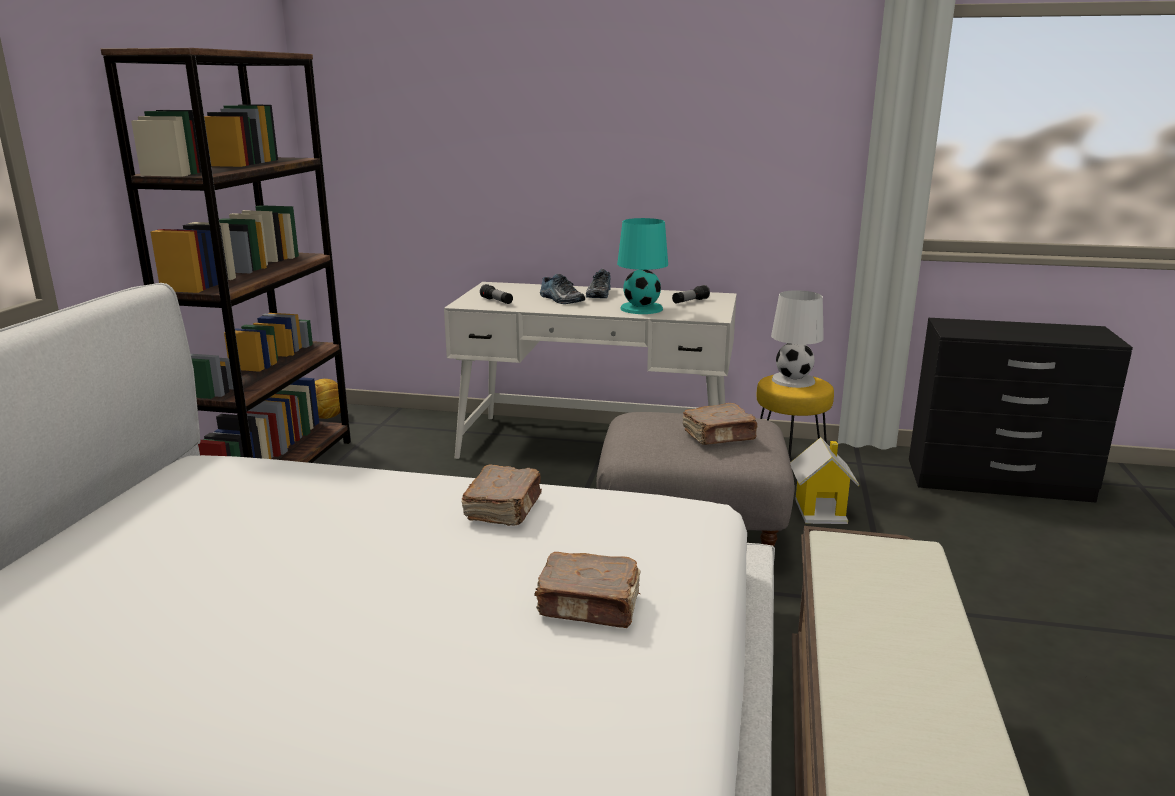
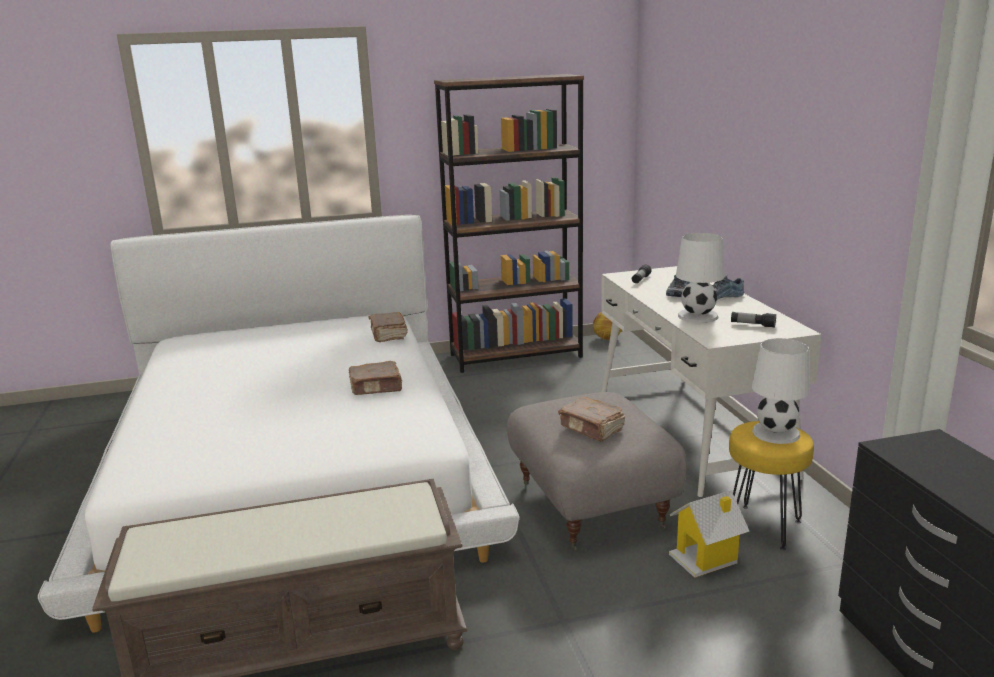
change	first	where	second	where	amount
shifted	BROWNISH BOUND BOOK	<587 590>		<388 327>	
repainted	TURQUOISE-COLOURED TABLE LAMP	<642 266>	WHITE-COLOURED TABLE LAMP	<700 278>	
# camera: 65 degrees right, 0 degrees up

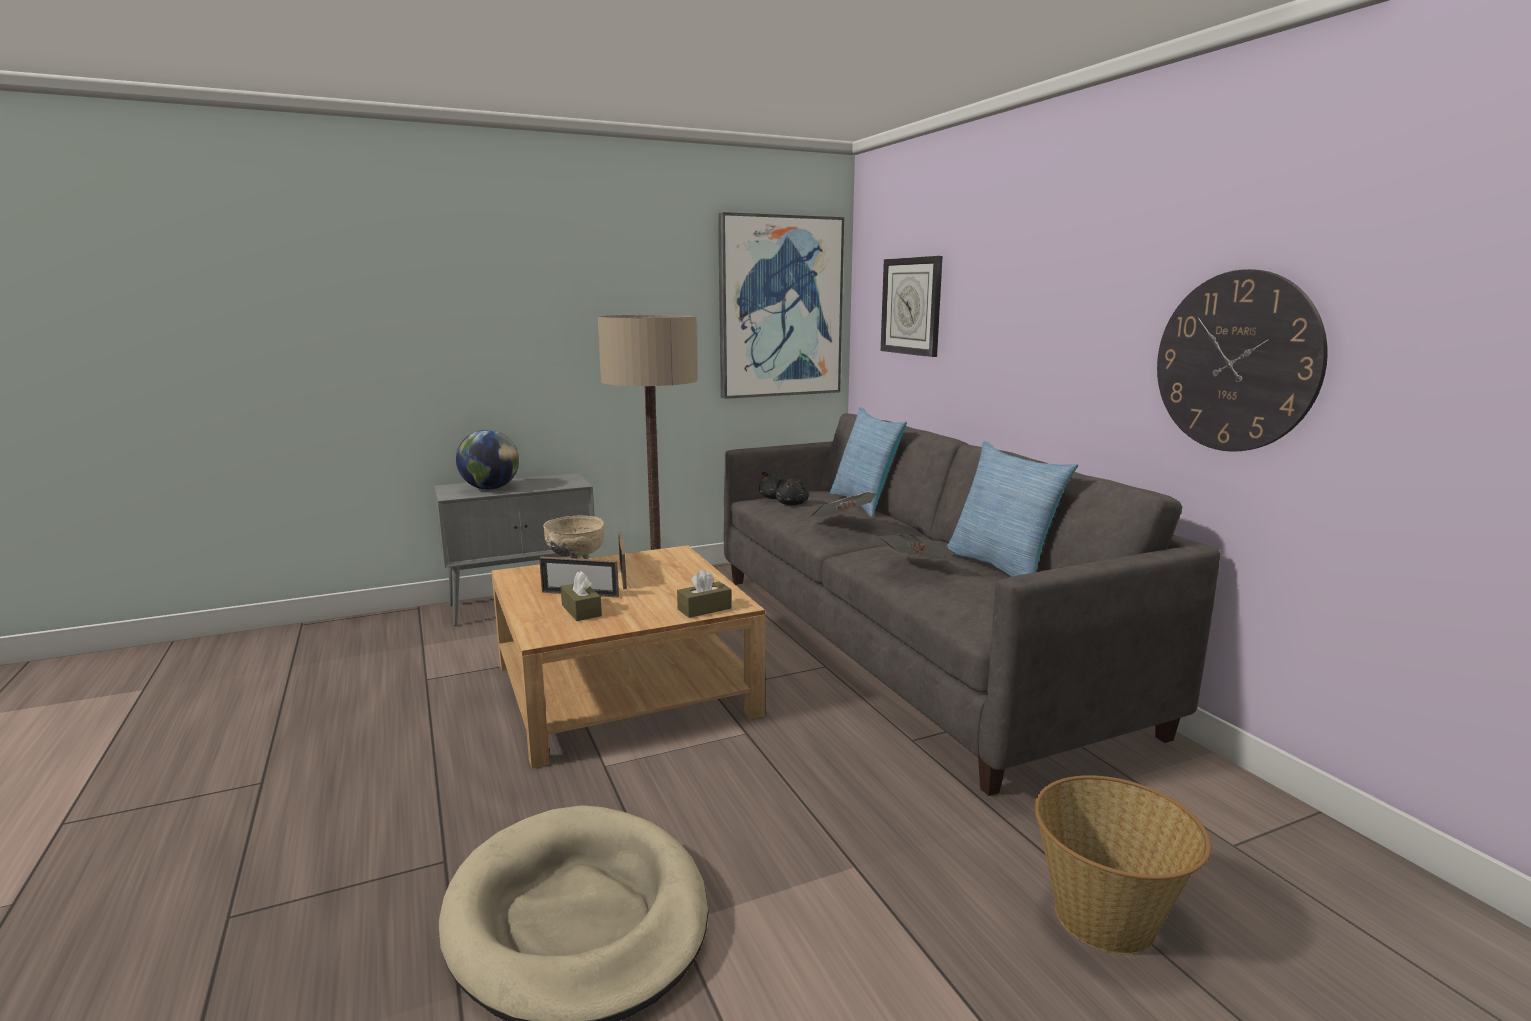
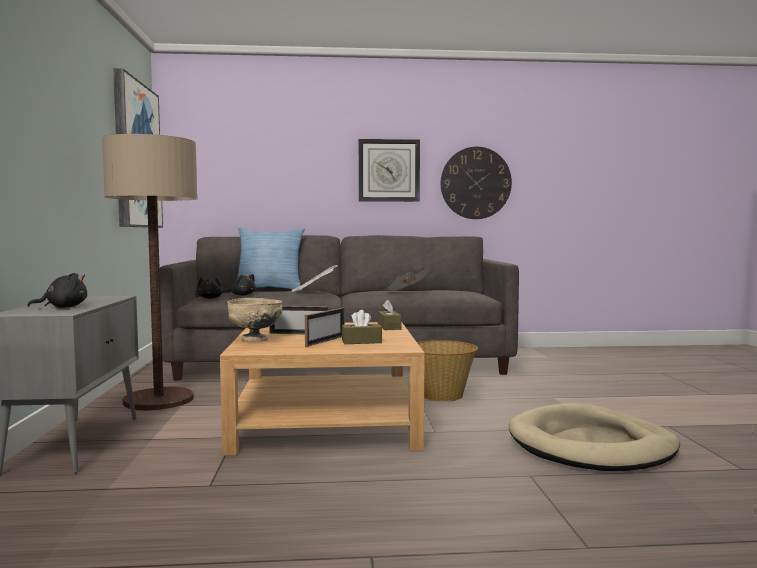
change	first	where	second	where	amount
swapped	GLOBE	<487 460>	BLACKISH SOFT TOY	<57 290>	
shifted	CLOCK ON THE WALL	<912 306>		<389 170>	
shifted	BASKET	<1122 864>		<447 371>	
gone	CUSHION	<1012 509>			
# camera: 70 degrees left, 10 degrees down

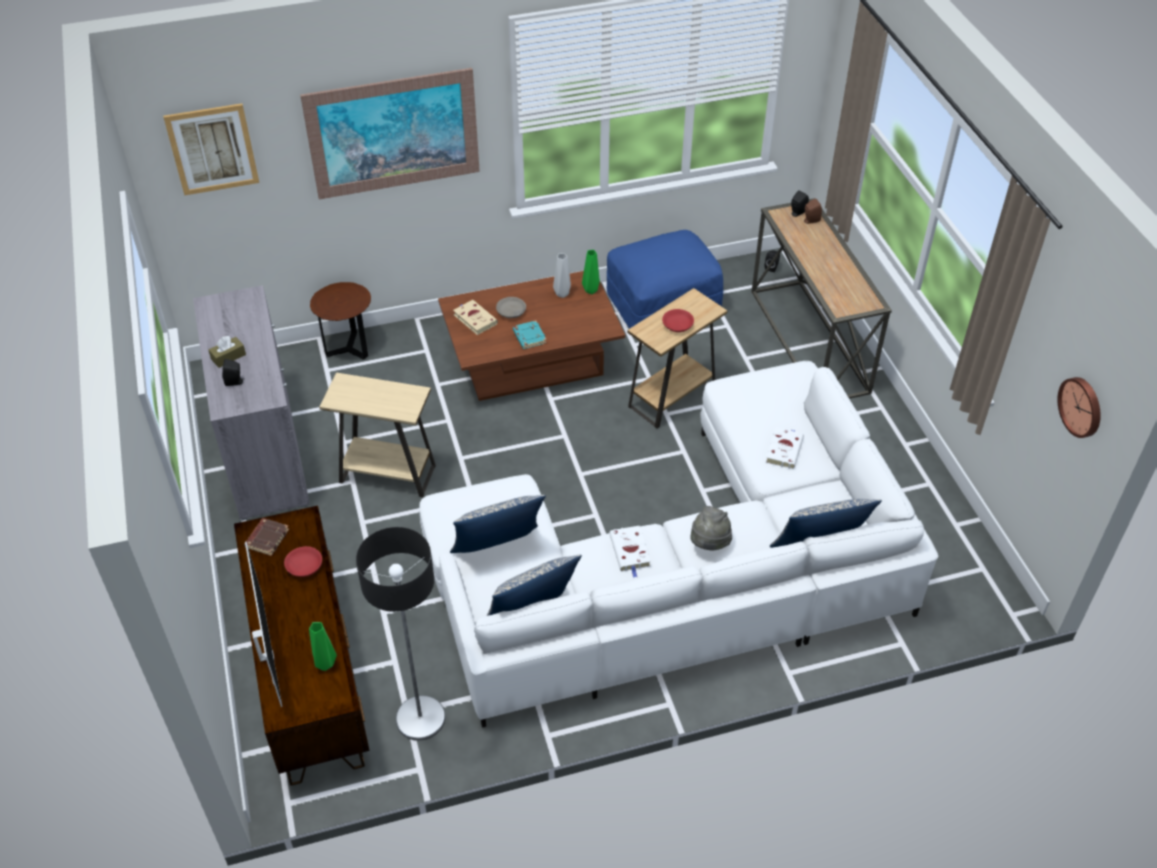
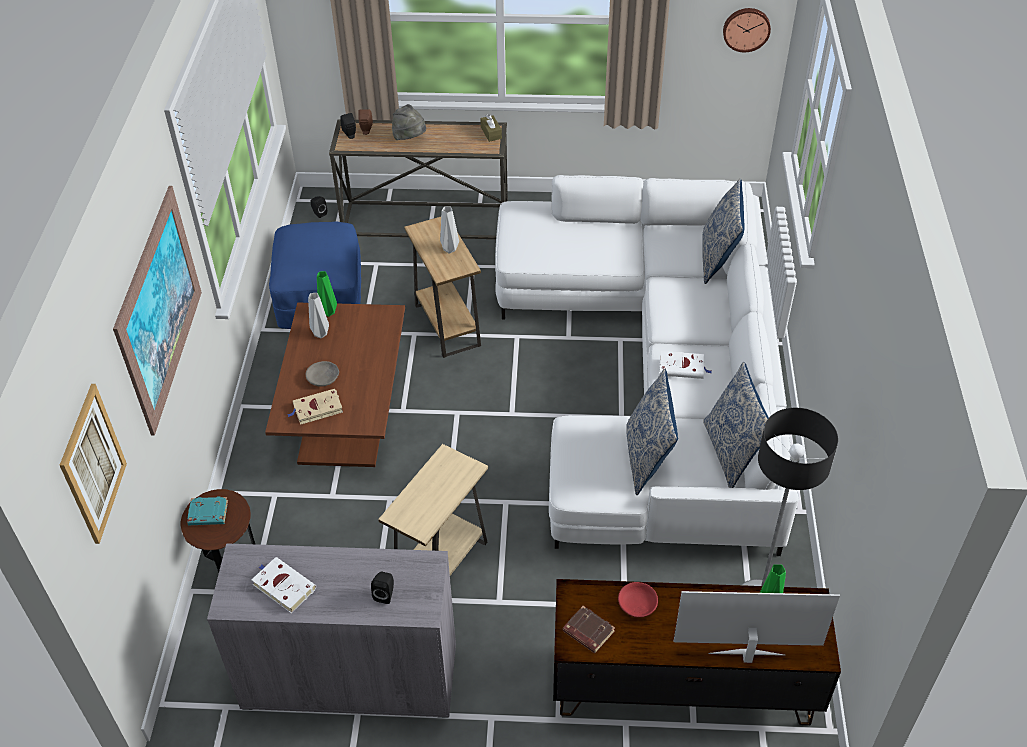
change	first	where	second	where	amount
shifted	TURQUOISE-COLOURED BOUND BOOK	<530 334>		<207 511>	
shifted	WHITE-COLOURED BOUND BOOK	<785 448>		<283 585>	
shifted	GRAY CLOTHING HAT	<711 528>		<409 122>	
swapped	RED BOWL	<678 320>	GRAY FLOWER VASE	<449 229>	
shifted	BROWNISH BOX OF TISSUES	<227 352>		<491 128>	
# camera: 70 degrees left, 0 degrees up

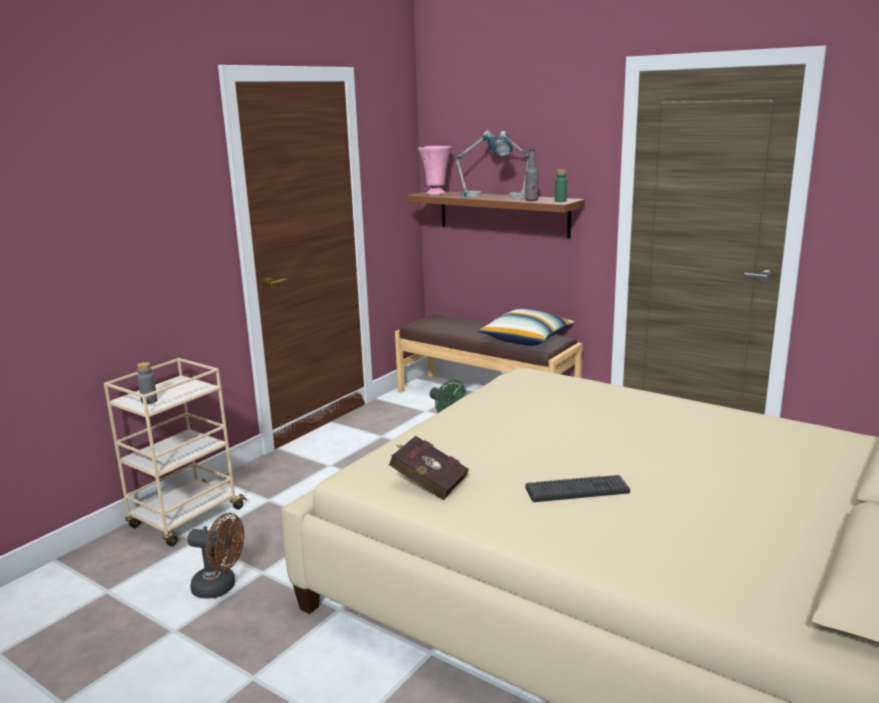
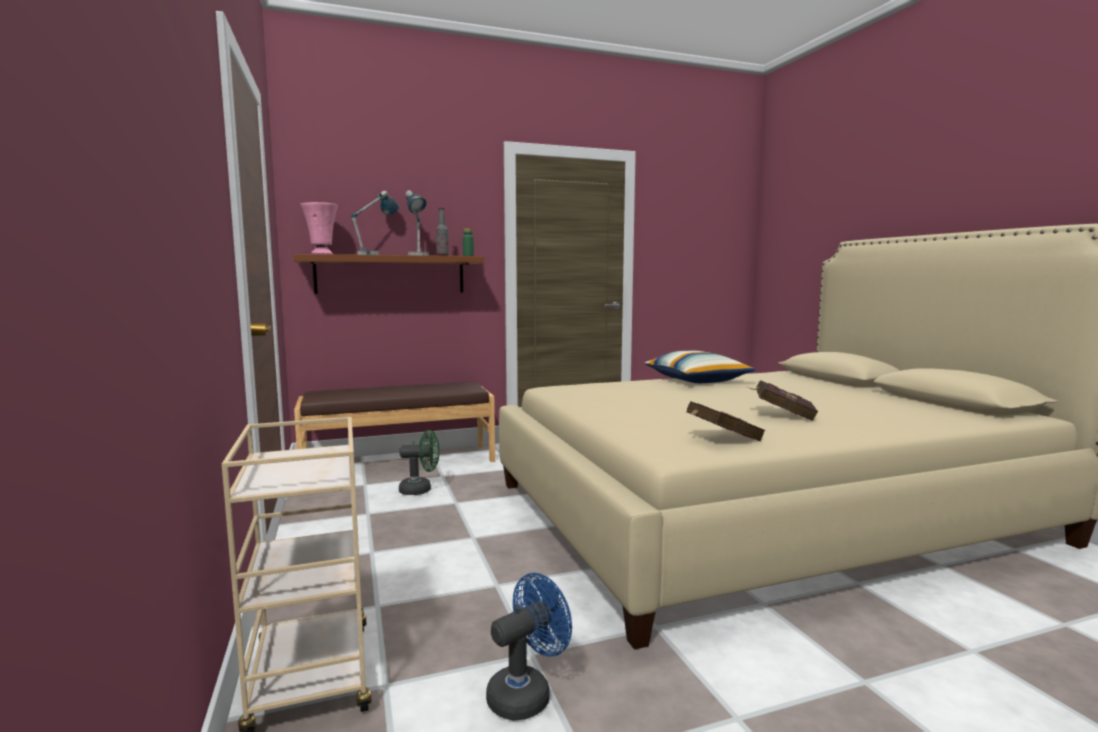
change	first	where	second	where	amount
repainted	BROWNISH FAN	<215 556>	BLUE-COLOURED FAN	<529 647>	
shifted	CUSHION	<526 327>		<700 367>	
swapped	KEYBOARD	<578 488>	RED BOUND BOOK	<783 400>	
gone	GRAY BEVERAGE BOTTLE	<147 383>			
# camera: 55 degrees left, 10 degrees down

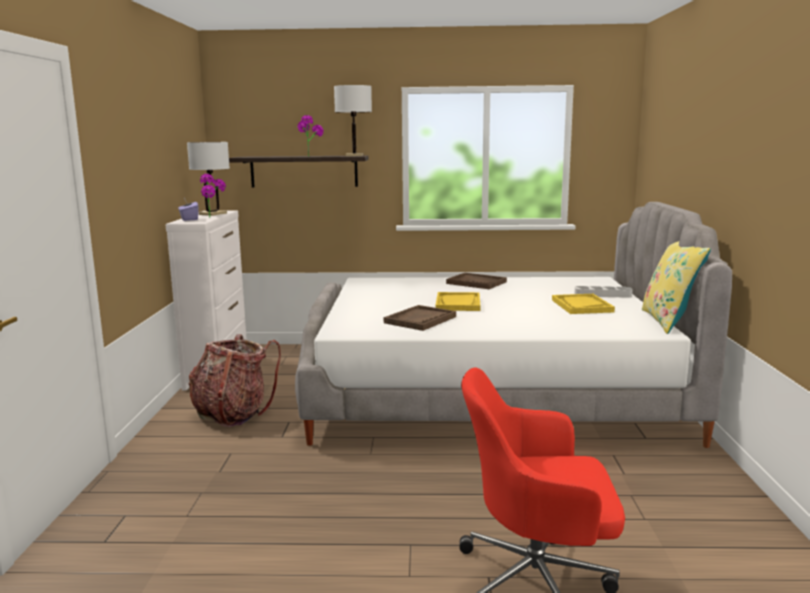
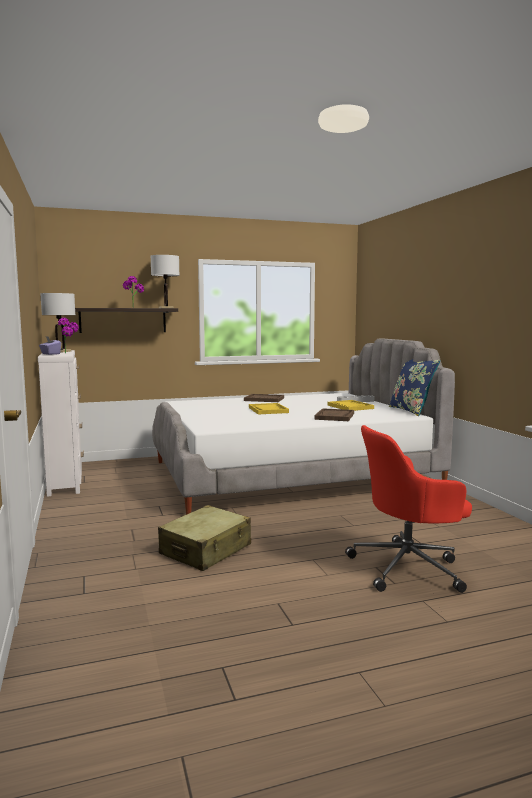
change	first	where	second	where	amount
new			BEIGE SUITCASE	<204 538>	
shifted	BROWNISH TRAY	<420 318>		<334 414>	
repainted	YELLOWISH CUSHION	<676 287>	BLUE-COLOURED CUSHION	<414 387>	
gone	BACKPACK	<234 380>			
# camera: 20 degrees left, 5 degrees down

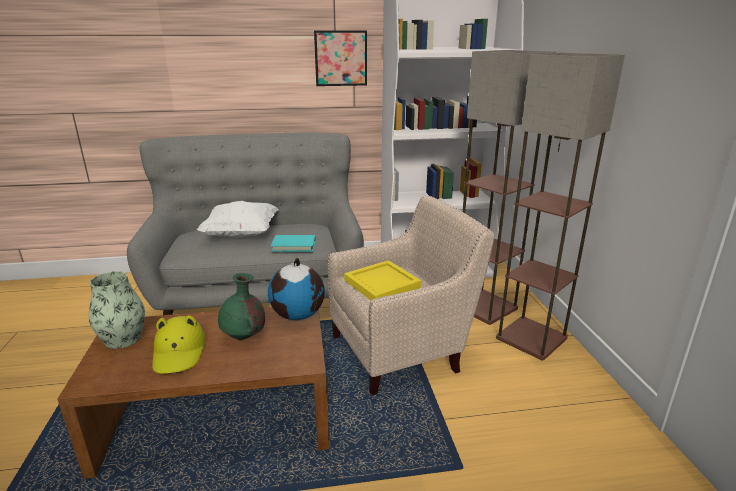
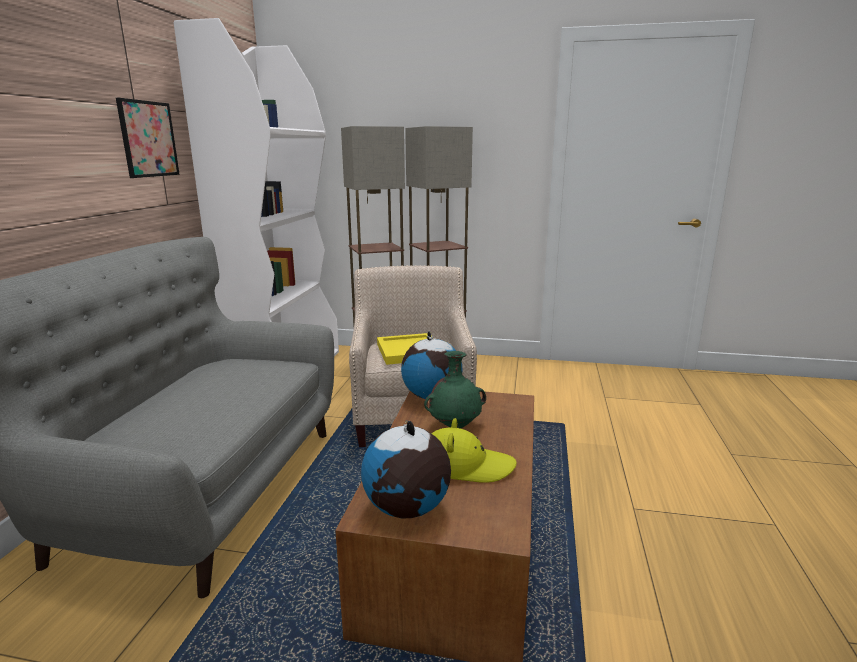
change	first	where	second	where	amount
swapped	FLOWER VASE	<117 310>	GLOBE	<406 469>	
gone	WHITE-COLOURED CUSHION	<237 219>			
gone	TURQUOISE-COLOURED BOUND BOOK	<293 243>			
# camera: 70 degrees left, 5 degrees down

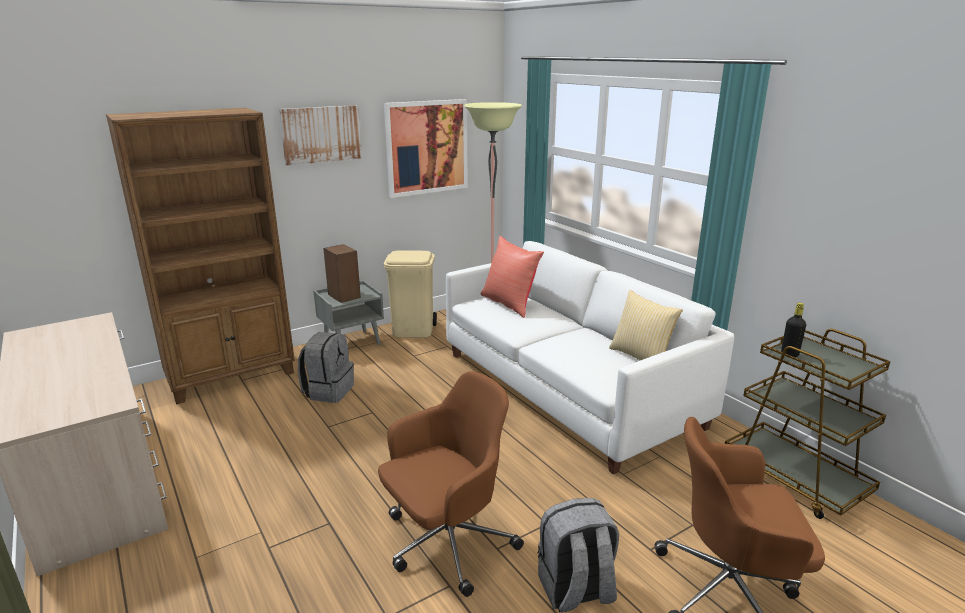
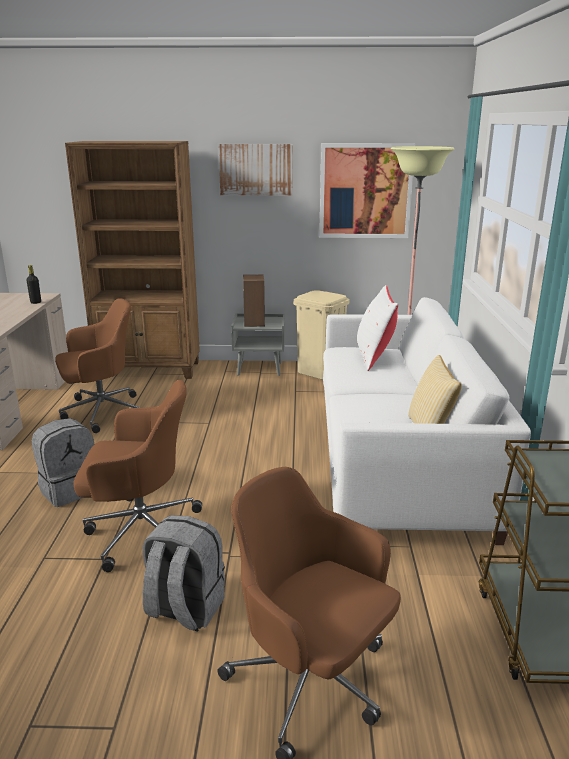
change	first	where	second	where	amount
shifted	BLACKISH BEVERAGE BOTTLE	<793 330>		<33 284>	
shifted	GRAY BACKPACK	<326 367>		<63 462>	
new			BROWNISH COMPUTER CHAIR	<97 365>	
repainted	RED CUSHION	<512 277>	WHITE-COLOURED CUSHION	<377 328>	
# camera: 35 degrees right, 0 degrees up

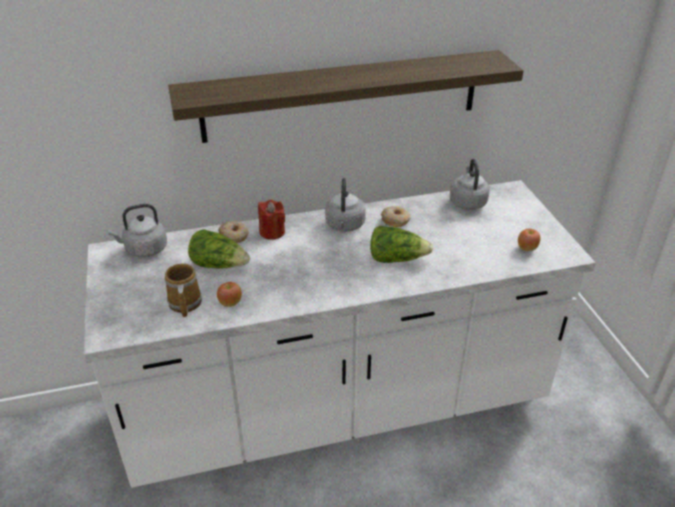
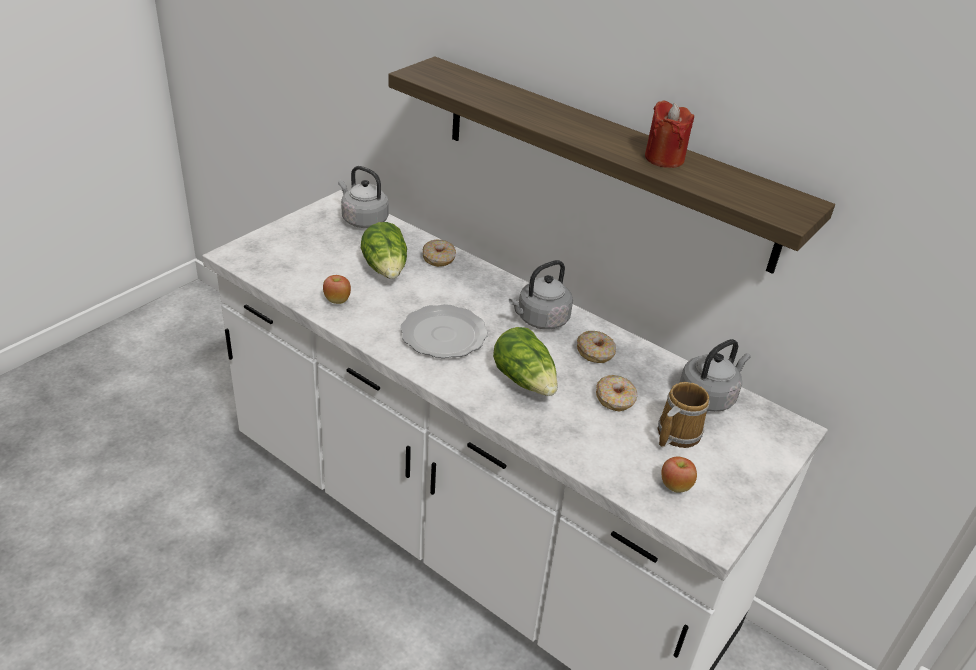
change	first	where	second	where	amount
new			FLAT DISH	<444 331>	
new			RING DOUGHNUT	<617 393>	
shifted	RED CANDLE	<271 219>		<669 134>	
shifted	COFFEE MUG	<183 290>		<683 415>	
# camera: 50 degrees right, 0 degrees up

